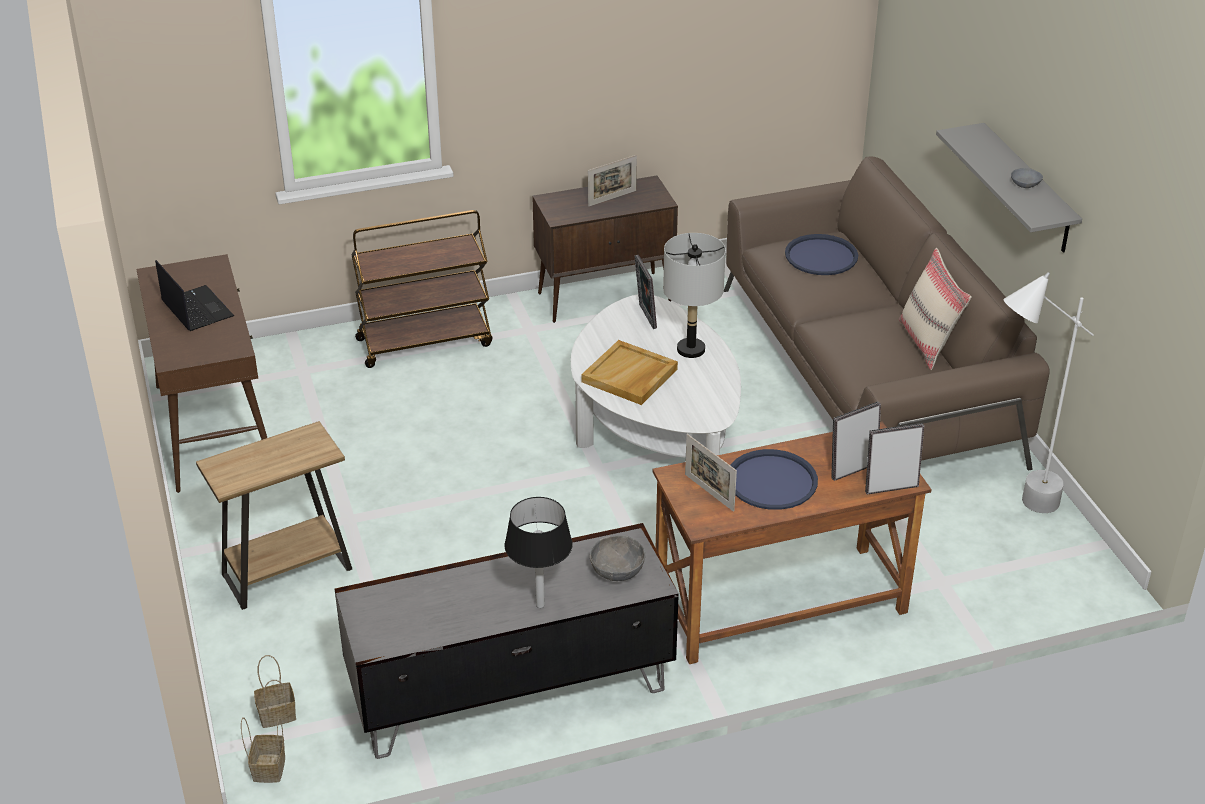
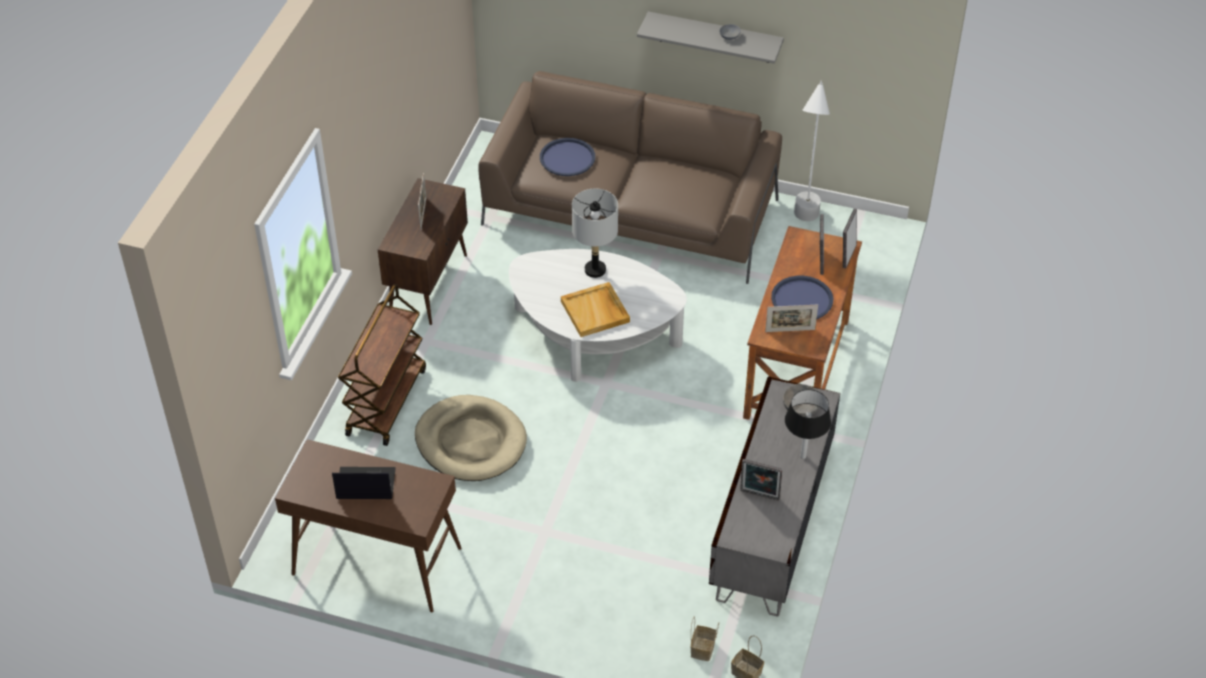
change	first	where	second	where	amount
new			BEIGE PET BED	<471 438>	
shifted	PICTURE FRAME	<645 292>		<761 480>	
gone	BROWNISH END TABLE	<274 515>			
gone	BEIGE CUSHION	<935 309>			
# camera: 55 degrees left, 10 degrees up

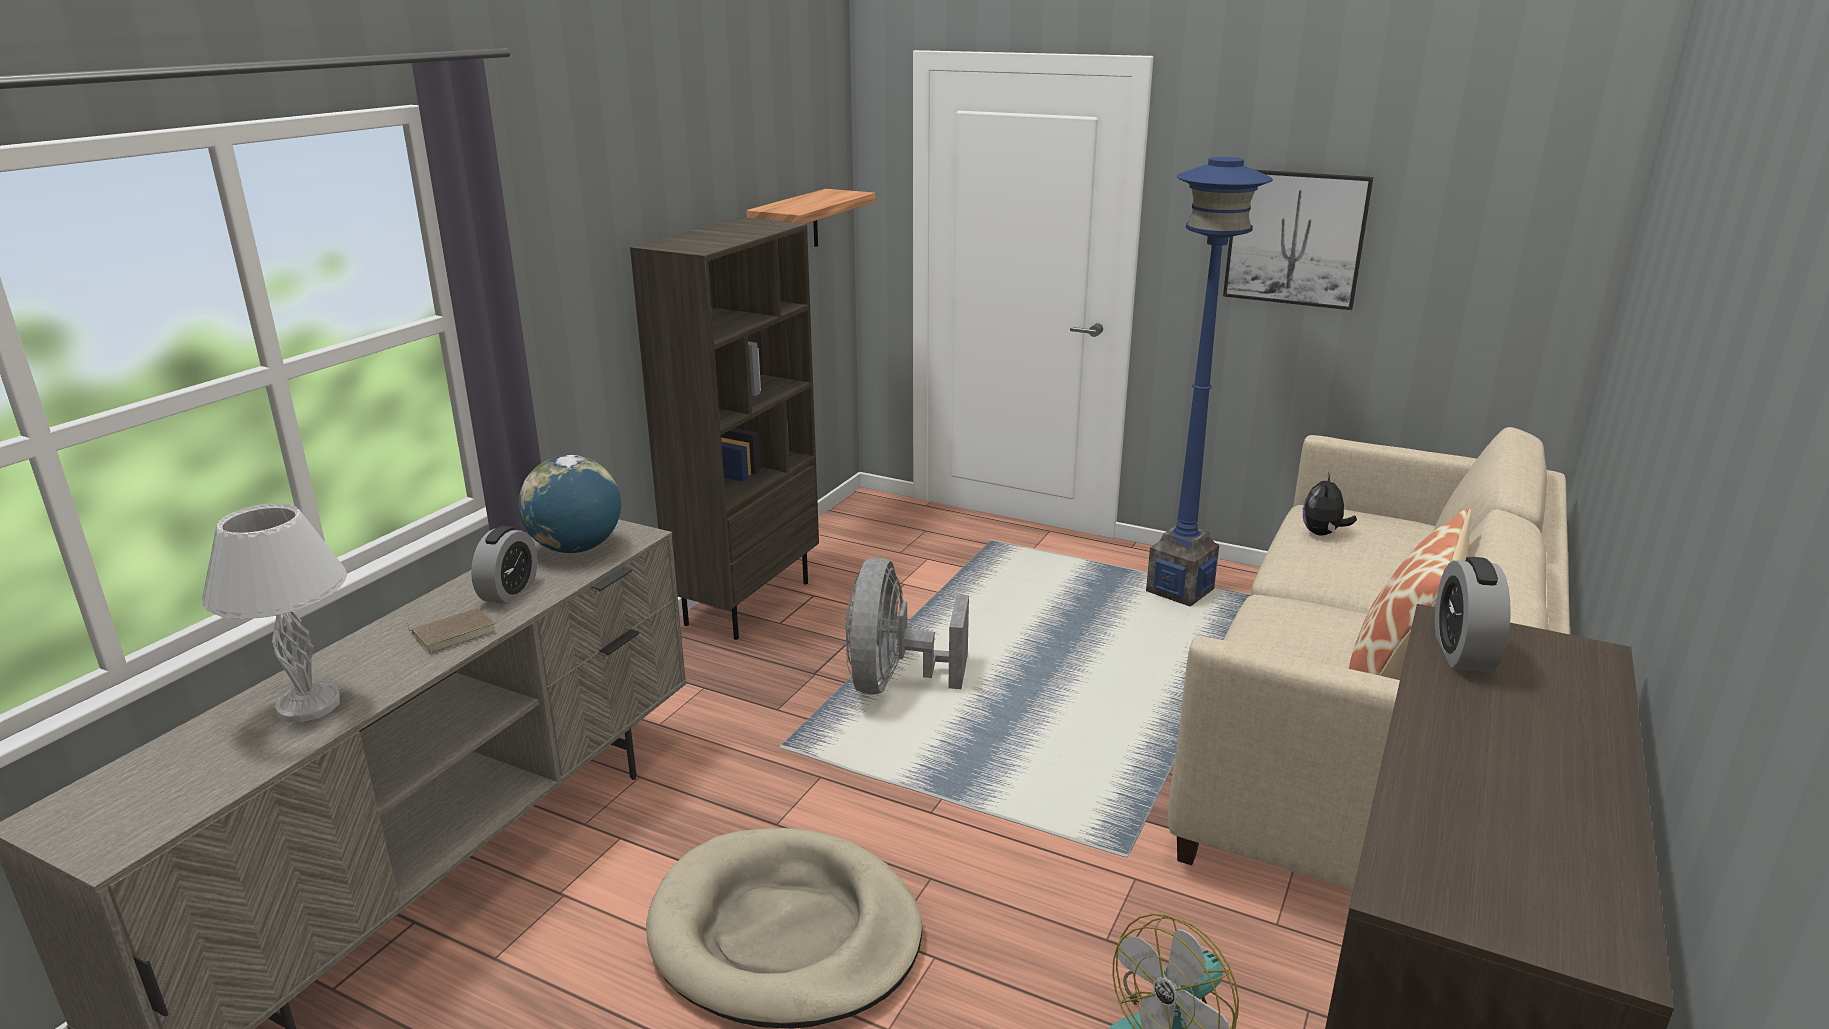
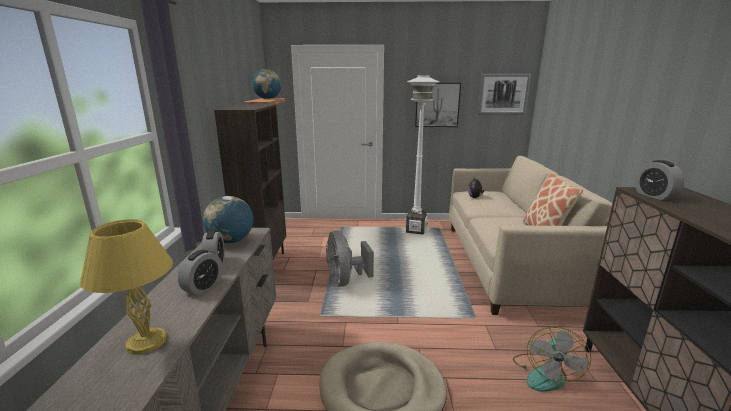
change	first	where	second	where	amount
repainted	WHITE-COLOURED TABLE LAMP	<274 612>	YELLOWISH TABLE LAMP	<126 287>	
swapped	BROWNISH BOUND BOOK	<451 631>	ALARM CLOCK	<200 273>	
new			GLOBE	<266 84>	
repainted	BLUE-COLOURED FLOOR LAMP	<1209 382>	WHITE-COLOURED FLOOR LAMP	<422 155>	
new			WALL ART	<504 94>	
# camera: 25 degrees left, 5 degrees down

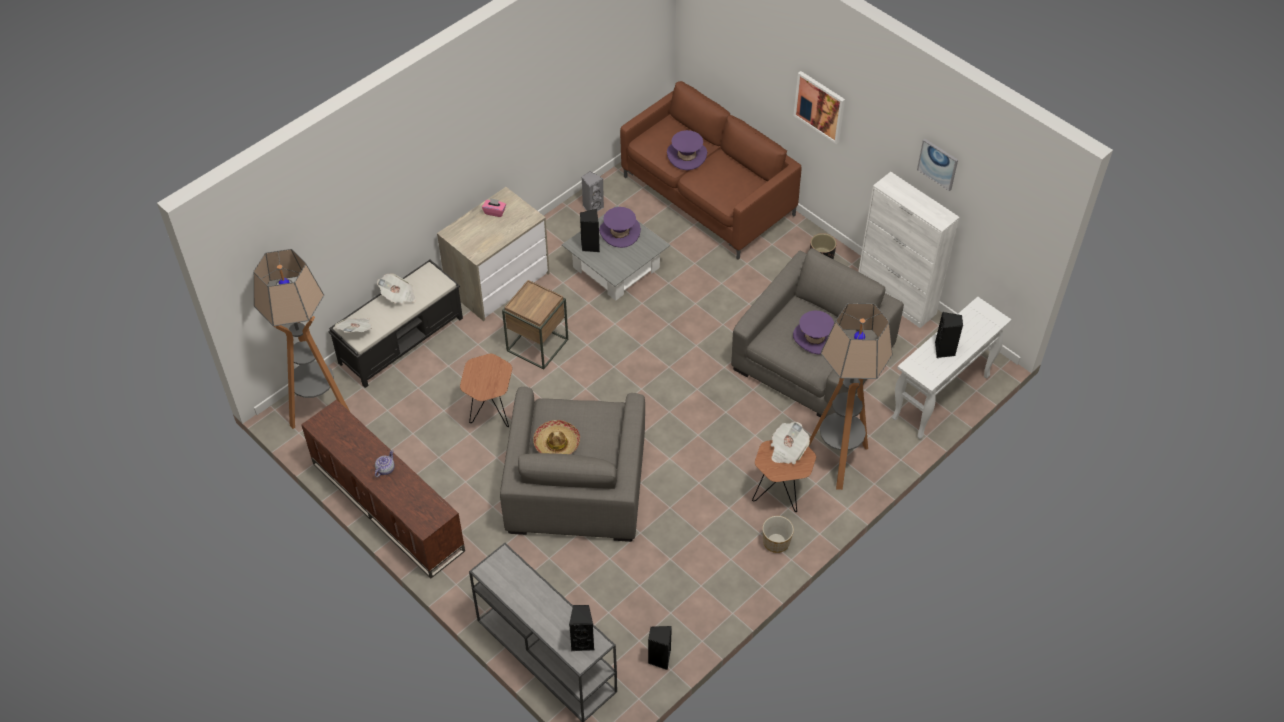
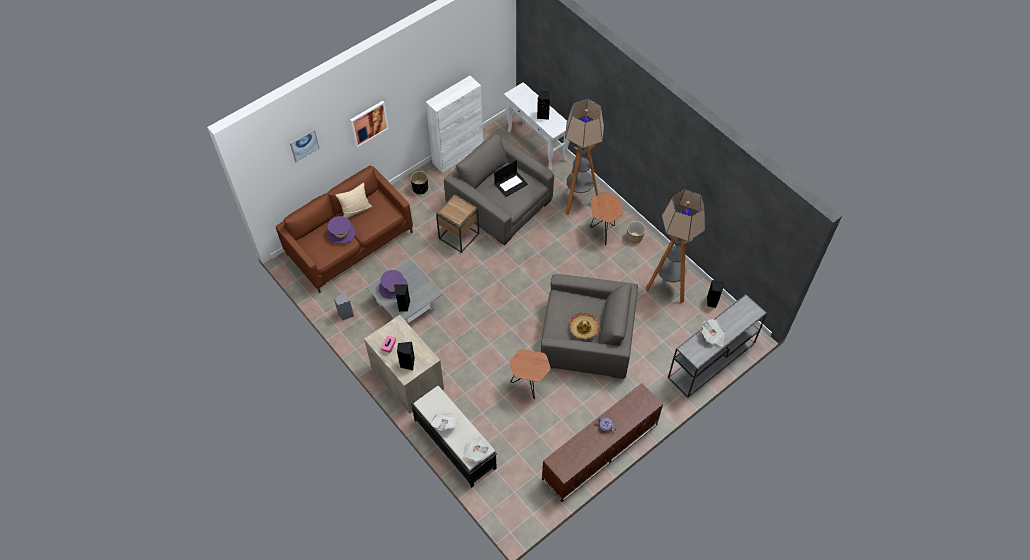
change	first	where	second	where	amount
shifted	WALL ART	<937 165>		<305 145>	
new			BEIGE CUSHION	<353 200>	
shifted	BLACKISH LOUDSPEAKER	<581 628>		<406 356>	
shifted	BROWNISH END TABLE	<535 324>		<457 223>	
swapped	PURPLE CLOTHING HAT	<813 333>	PORTABLE COMPUTER	<511 178>	
shifted	FLOOR LAMP	<301 339>		<676 246>	
shifted	DAILY PAPER	<790 443>		<714 333>	
# camera: 85 degrees left, 5 degrees up

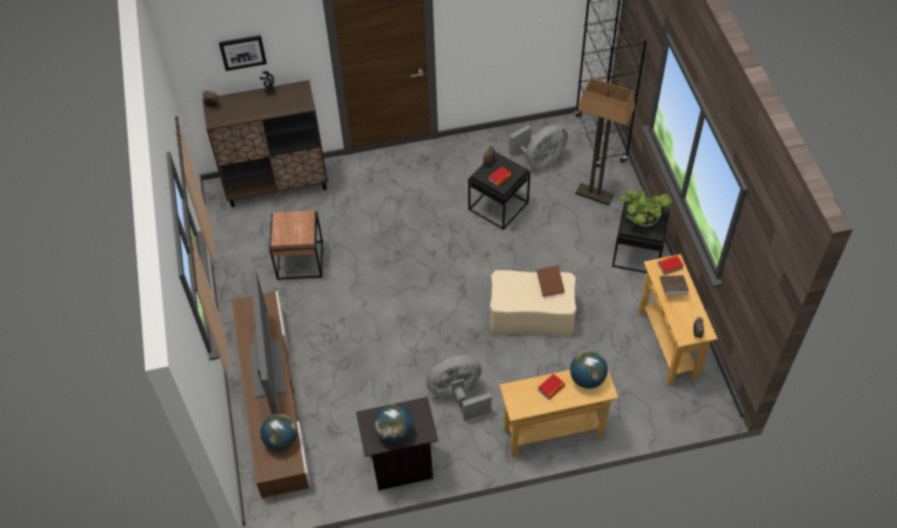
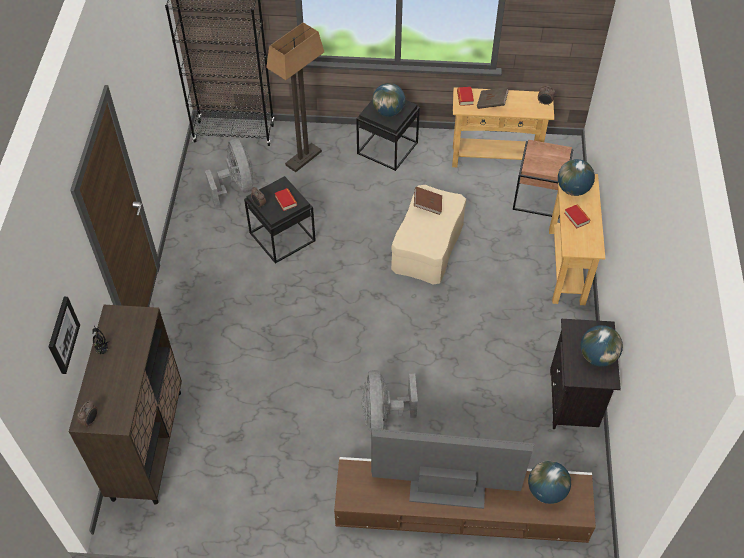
change	first	where	second	where	amount
shifted	GRAY FAN	<459 388>		<390 400>	
swapped	HOUSEPLANT	<645 208>	GLOBE	<388 100>	
shifted	BROWNISH END TABLE	<296 245>		<543 178>	
# camera: 75 degrees left, 0 degrees up

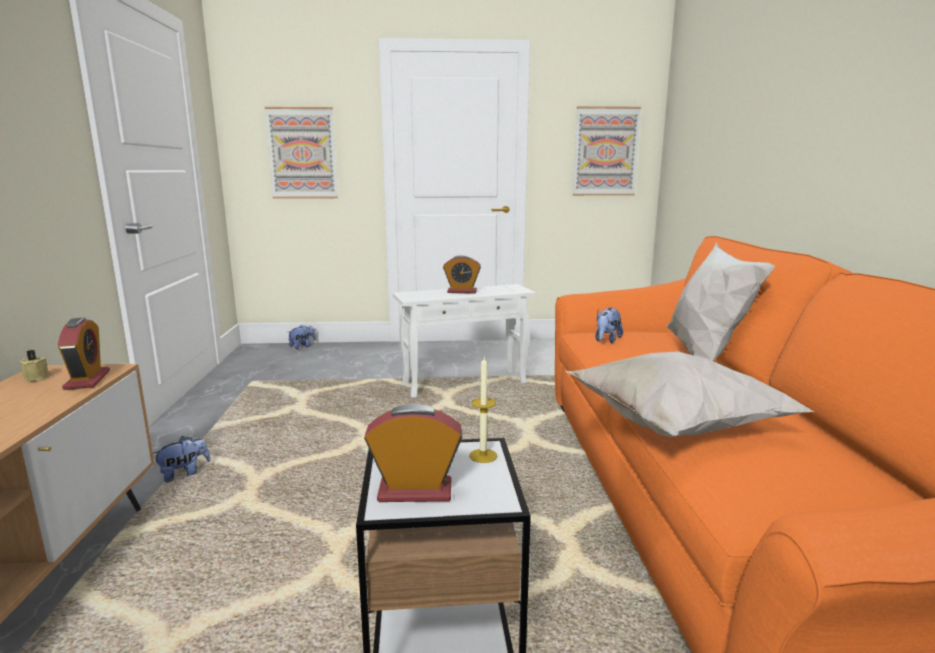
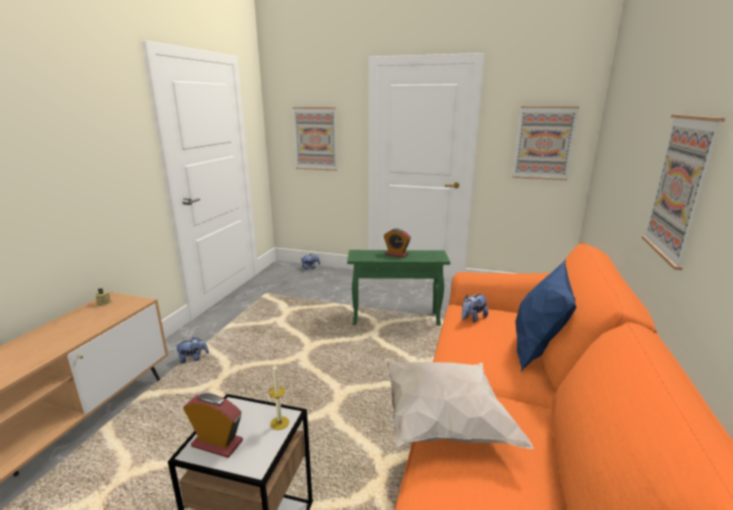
change	first	where	second	where	amount
repainted	WHITE-COLOURED END TABLE	<464 341>	GREEN-COLOURED END TABLE	<398 288>	
repainted	WHITE-COLOURED CUSHION	<720 302>	BLUE-COLOURED CUSHION	<545 315>	
new			WALL ART	<683 192>	
gone	ALARM CLOCK	<84 354>			
# camera: 20 degrees right, 5 degrees up

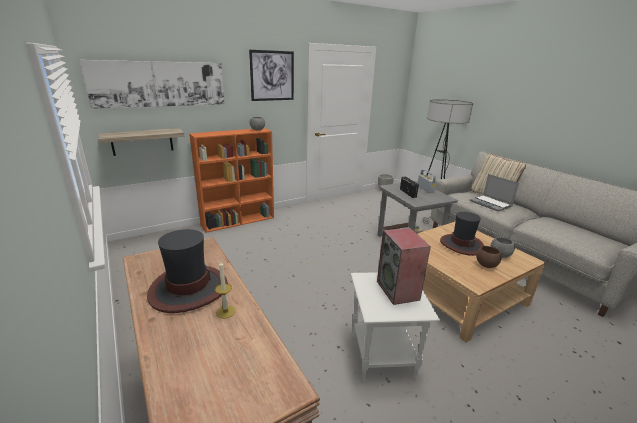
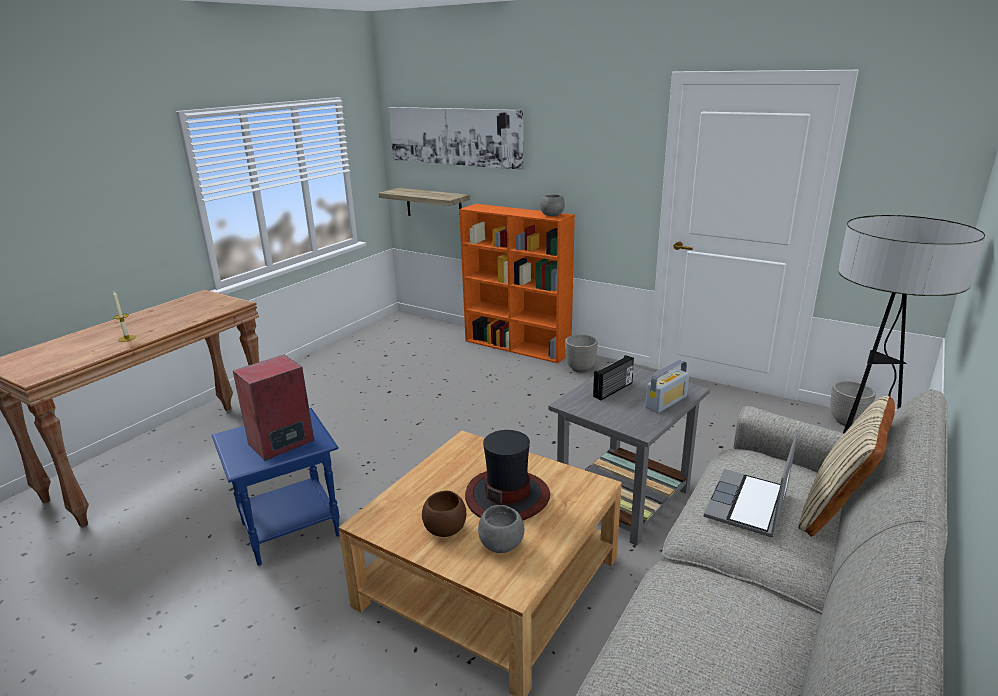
change	first	where	second	where	amount
repainted	WHITE-COLOURED END TABLE	<395 326>	BLUE-COLOURED END TABLE	<276 487>	
new			PLANT POT	<581 353>	
gone	CLOTHING HAT	<187 271>			
gone	WALL ART	<271 75>			
# camera: 65 degrees right, 0 degrees up

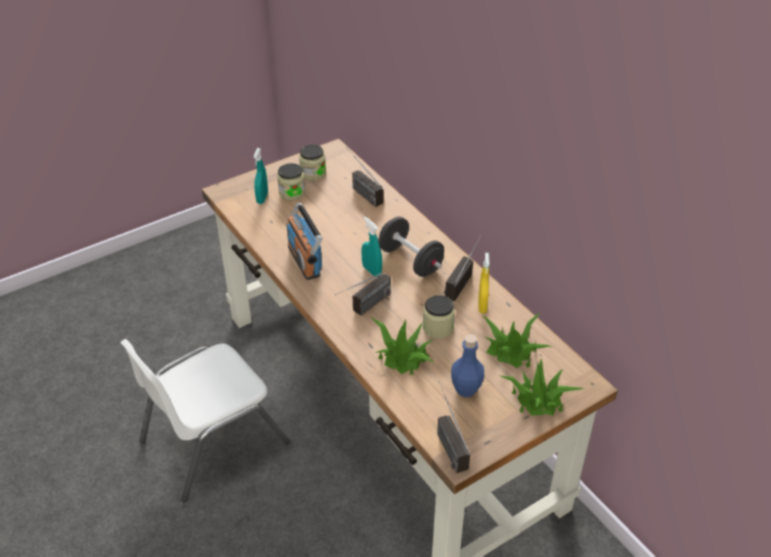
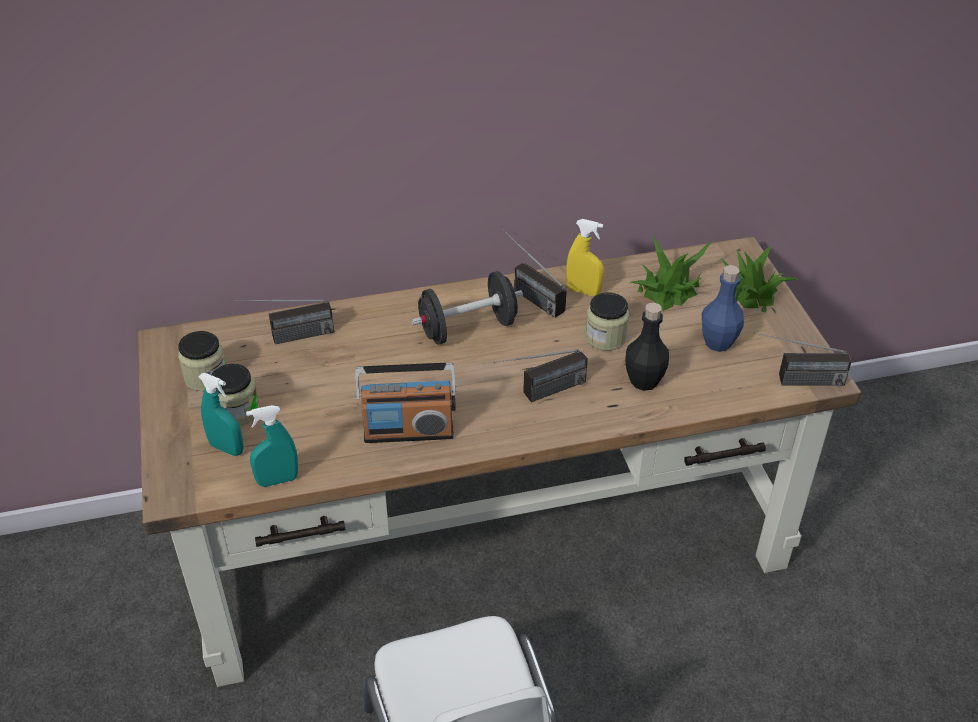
change	first	where	second	where	amount
shifted	TURQUOISE-COLOURED HAND SPRAYER	<371 247>		<272 446>	
rotated	RADIO RECEIVER	<363 294>		<540 375>	90 degrees clockwise
swapped	HOUSEPLANT	<402 345>	BLACKISH BEVERAGE BOTTLE	<647 347>	
# camera: 70 degrees left, 0 degrees up

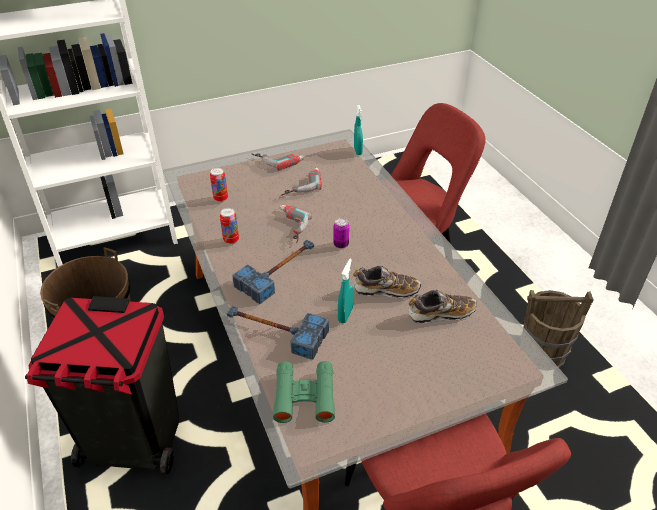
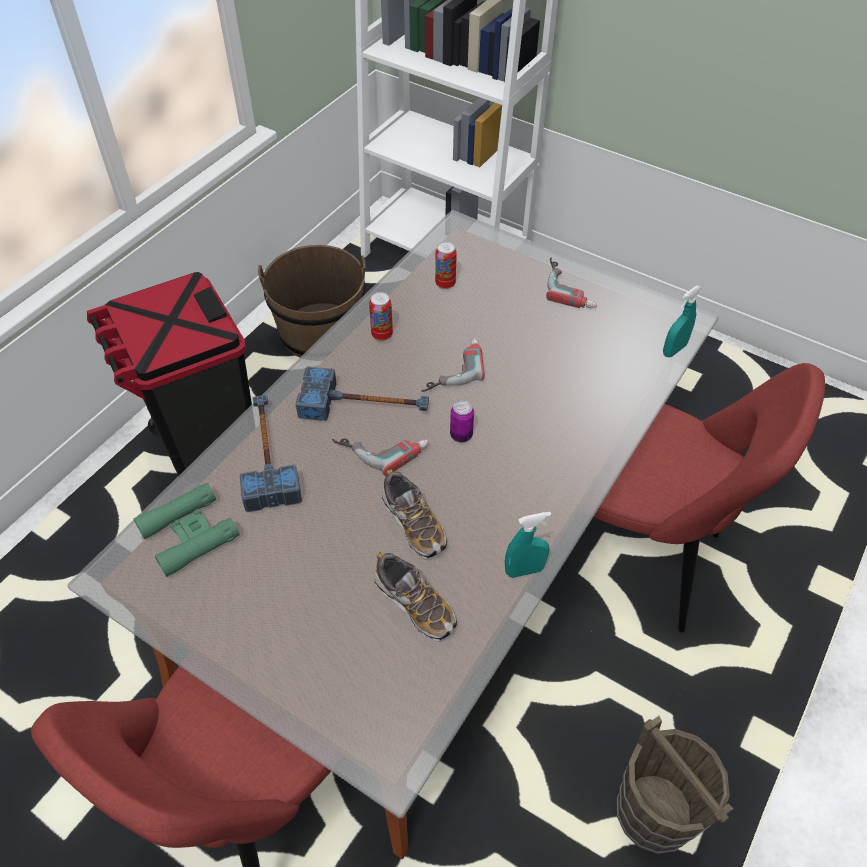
change	first	where	second	where	amount
shifted	DRILL	<301 181>		<380 457>	
shifted	TURQUOISE-COLOURED HAND SPRAYER	<346 291>		<528 545>	
# camera: 55 degrees right, 10 degrees up

